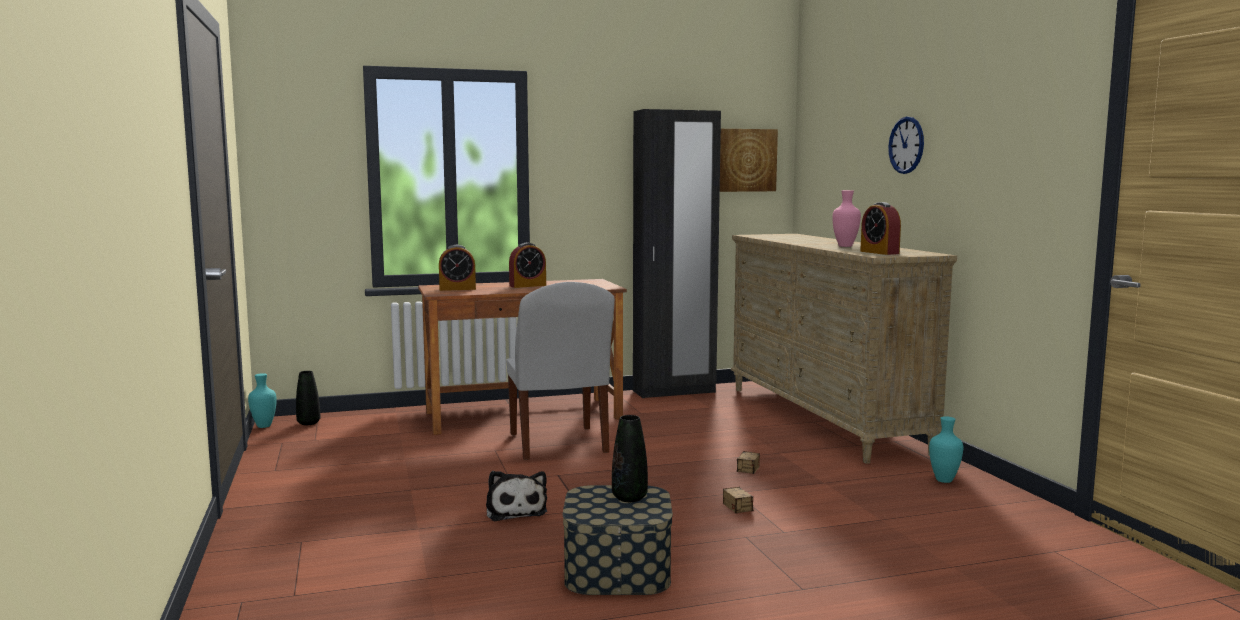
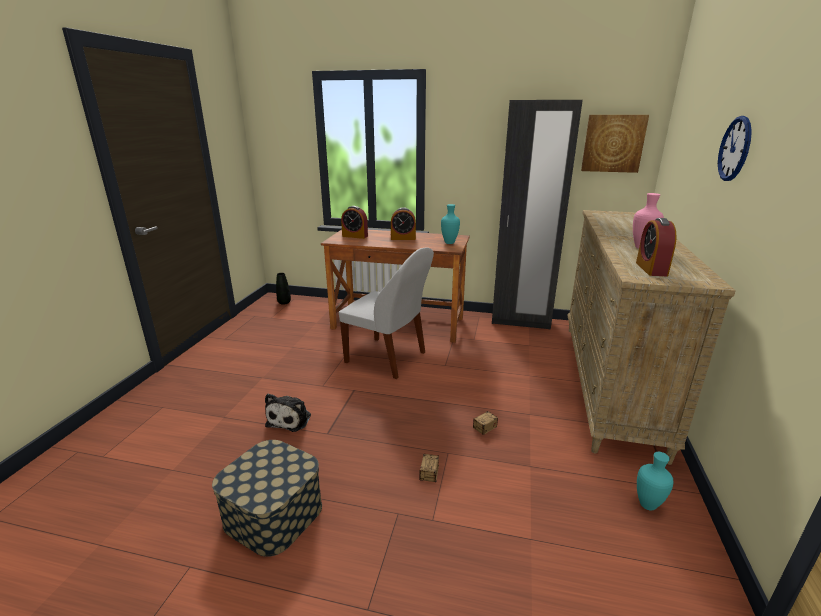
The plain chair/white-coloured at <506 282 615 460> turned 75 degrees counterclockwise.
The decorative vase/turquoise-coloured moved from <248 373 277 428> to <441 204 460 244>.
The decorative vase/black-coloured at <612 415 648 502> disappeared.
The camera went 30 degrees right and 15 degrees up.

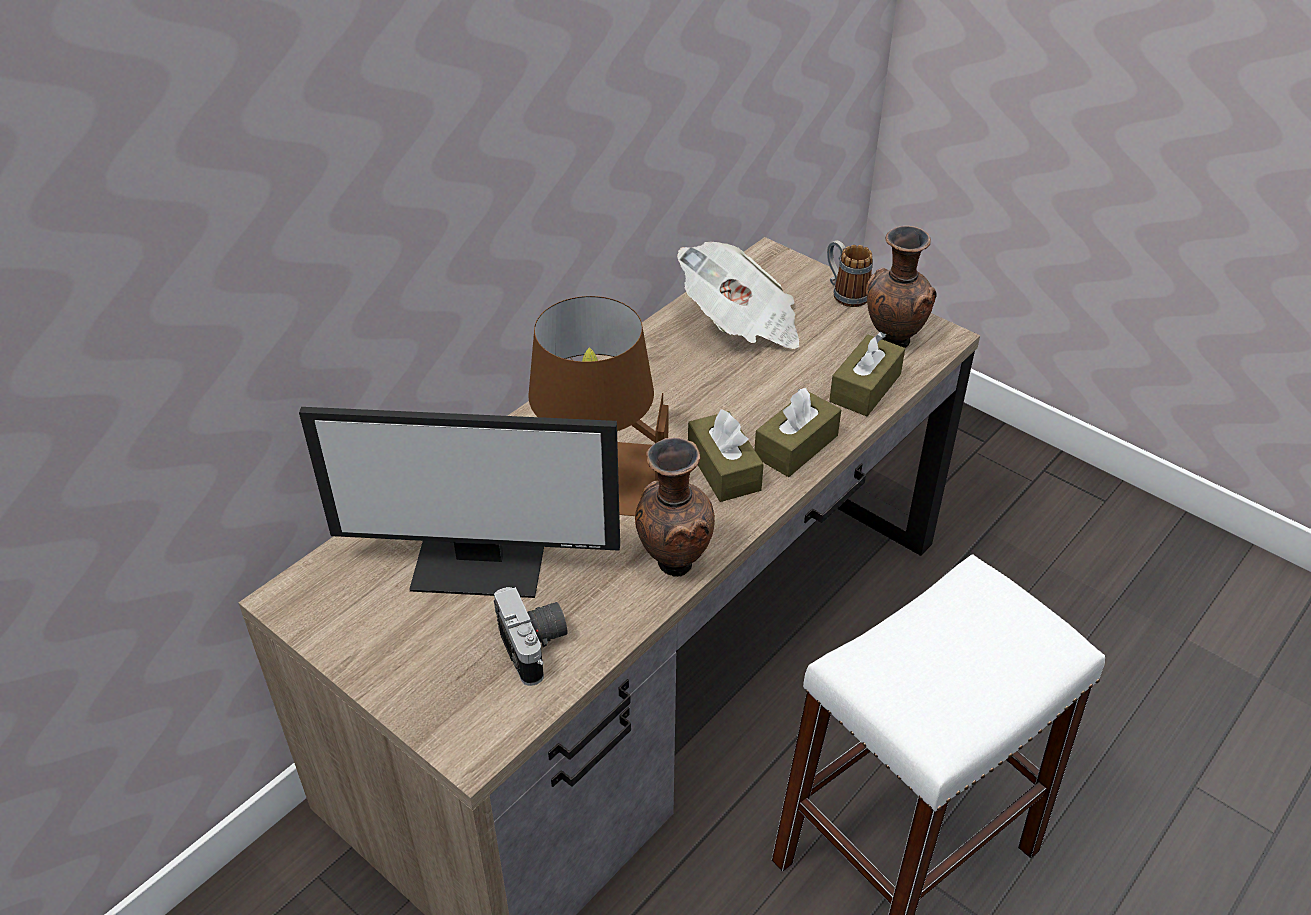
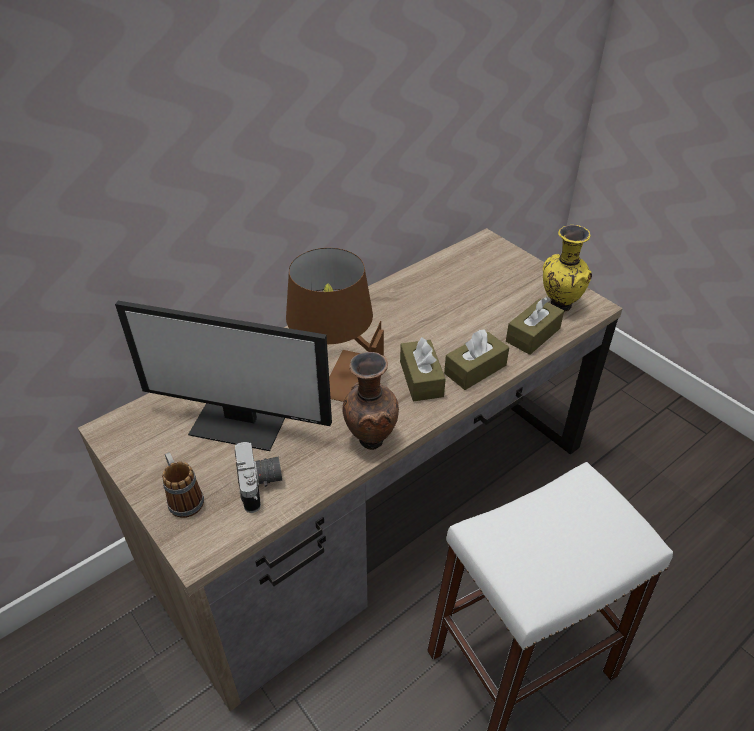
The decorative vase/brown-coloured at <866 226 936 348> became the decorative vase/yellow at <543 225 592 311>.
The tea mug moved from <827 240 873 307> to <162 452 204 518>.
The daily paper at <677 242 800 349> disappeared.
The camera went 10 degrees right and 0 degrees up.

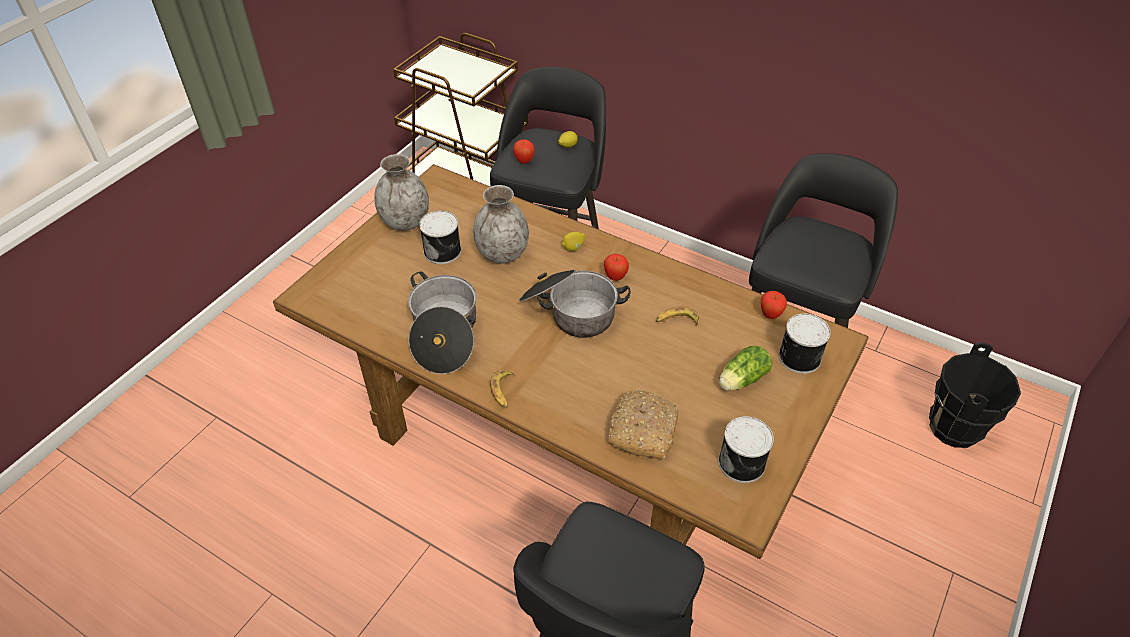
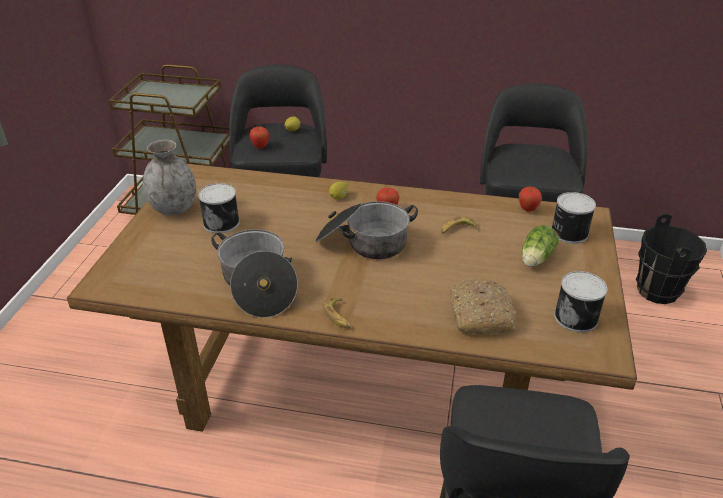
The decorative vase/grey at <473 185 529 264> disappeared.
The camera went 20 degrees left and 10 degrees down.

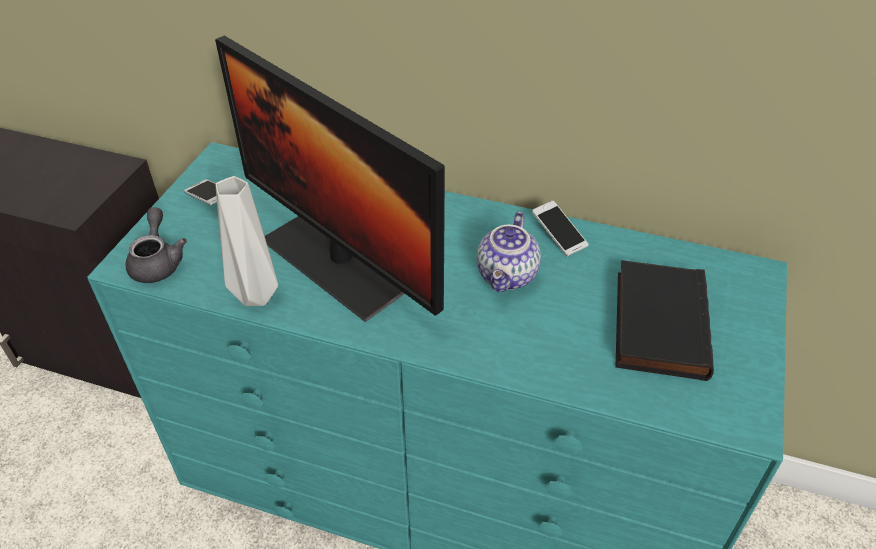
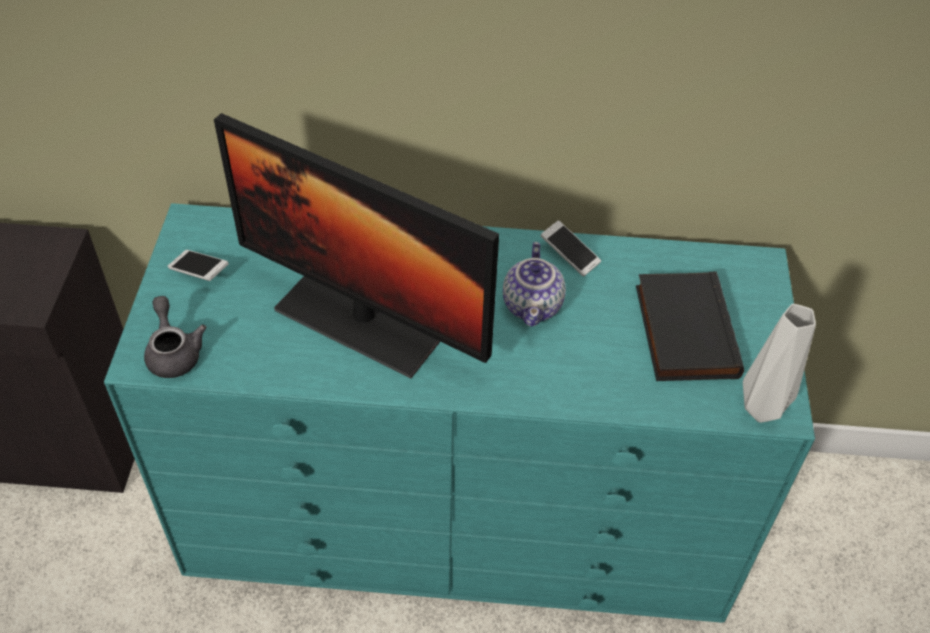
The decorative vase/grey moved from <215 176 278 306> to <743 304 816 423>.
The camera went 15 degrees left and 5 degrees up.

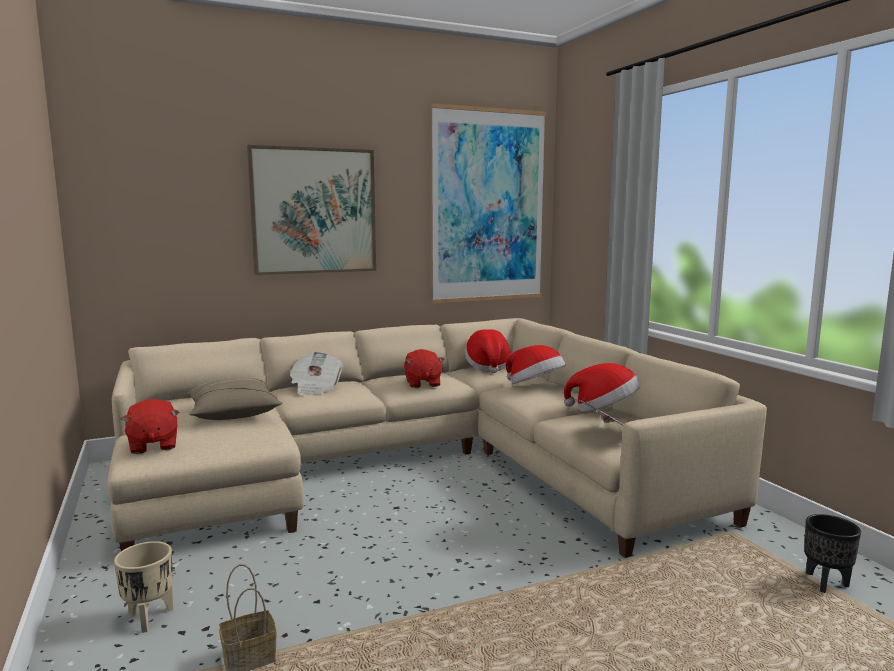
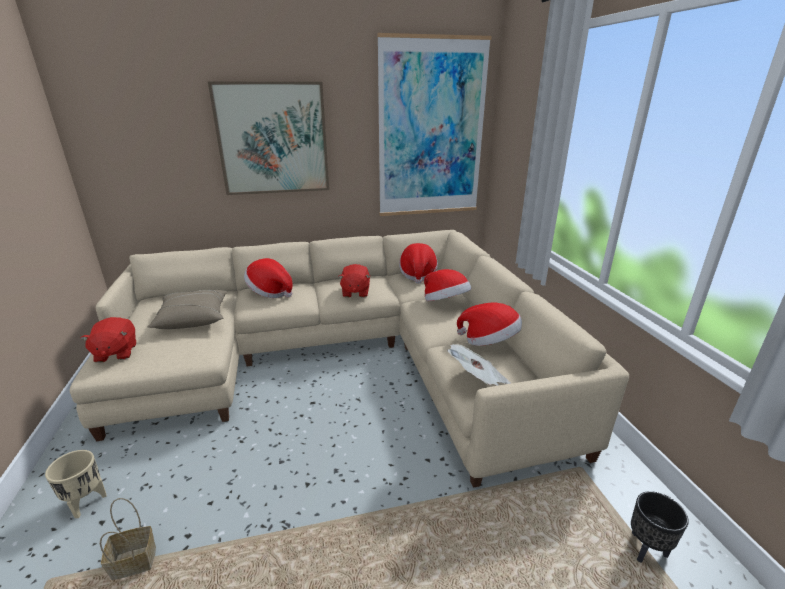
The daily paper at <289 351 344 396> was replaced by the wearable hat at <244 258 293 298>.
The camera went 10 degrees right and 15 degrees up.

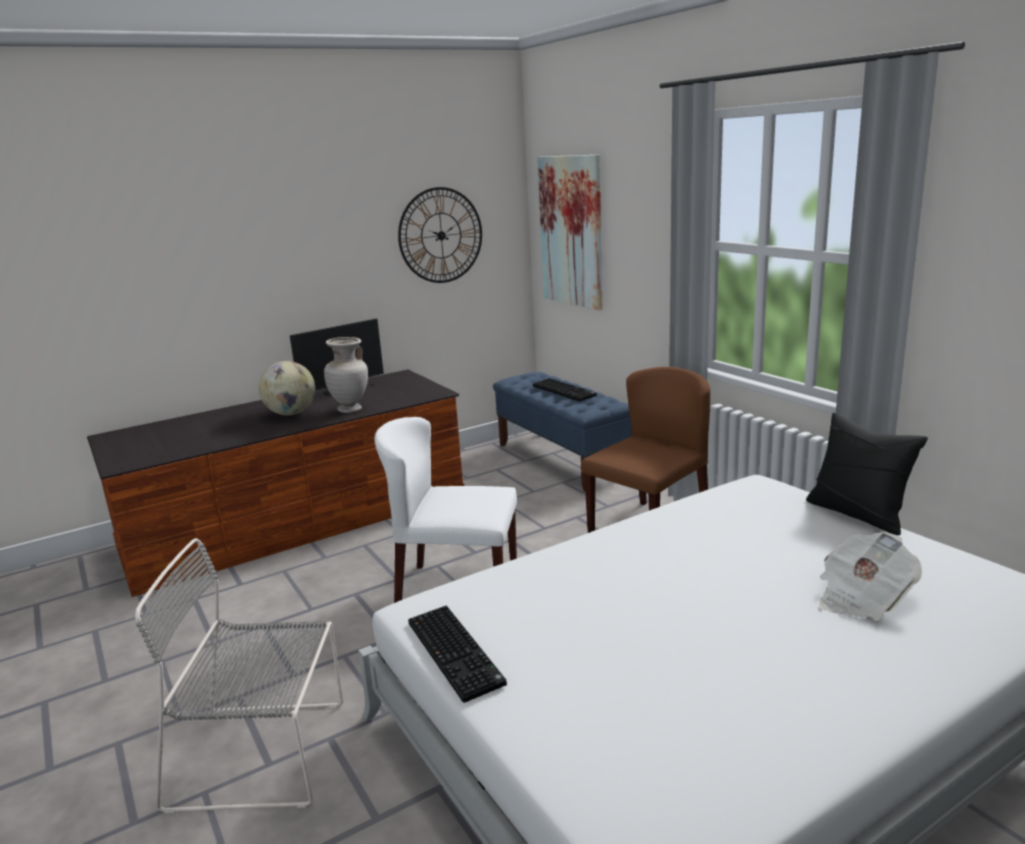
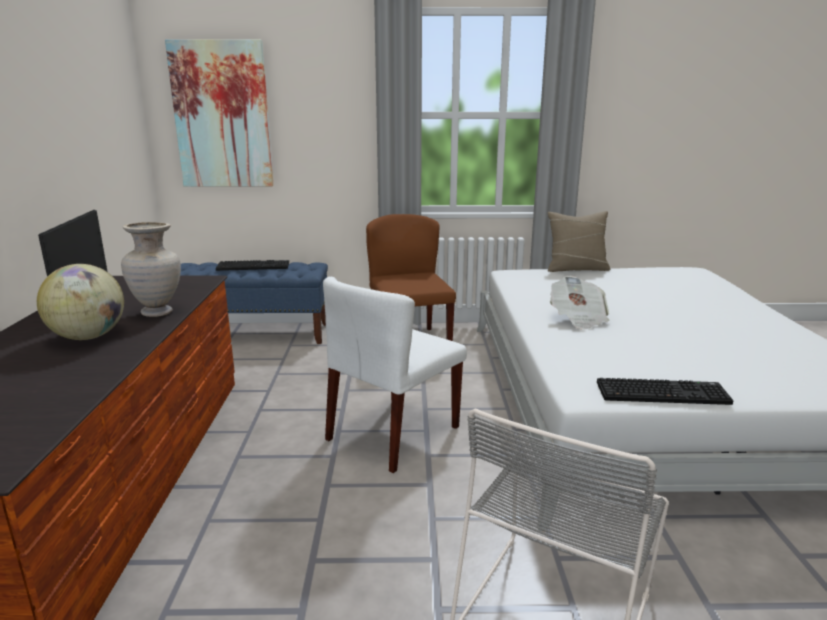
The wall clock at <398 187 482 283> disappeared.
The cushion/black-coloured at <806 413 928 535> became the cushion/sand-coloured at <548 211 610 272>.
The daily paper moved from <819 532 922 620> to <550 276 609 330>.
The camera went 60 degrees left and 0 degrees up.

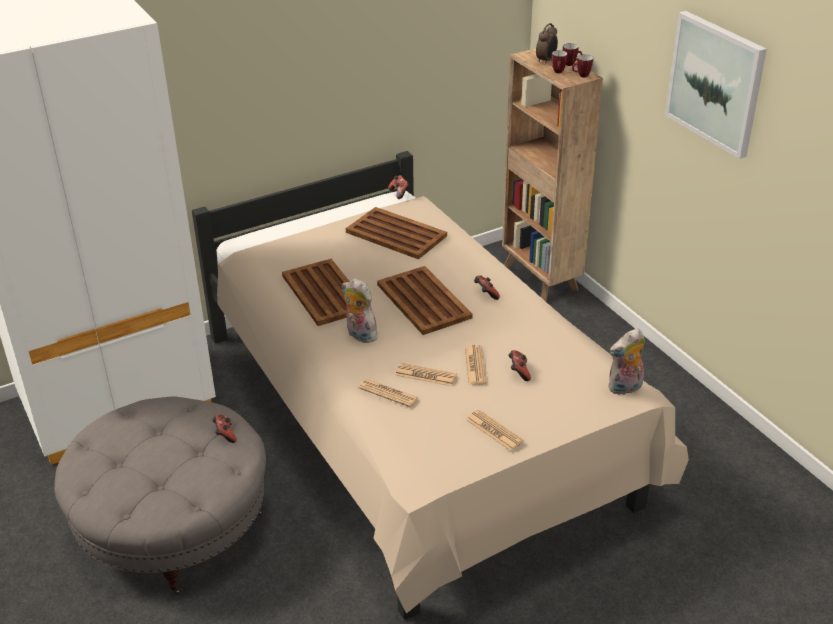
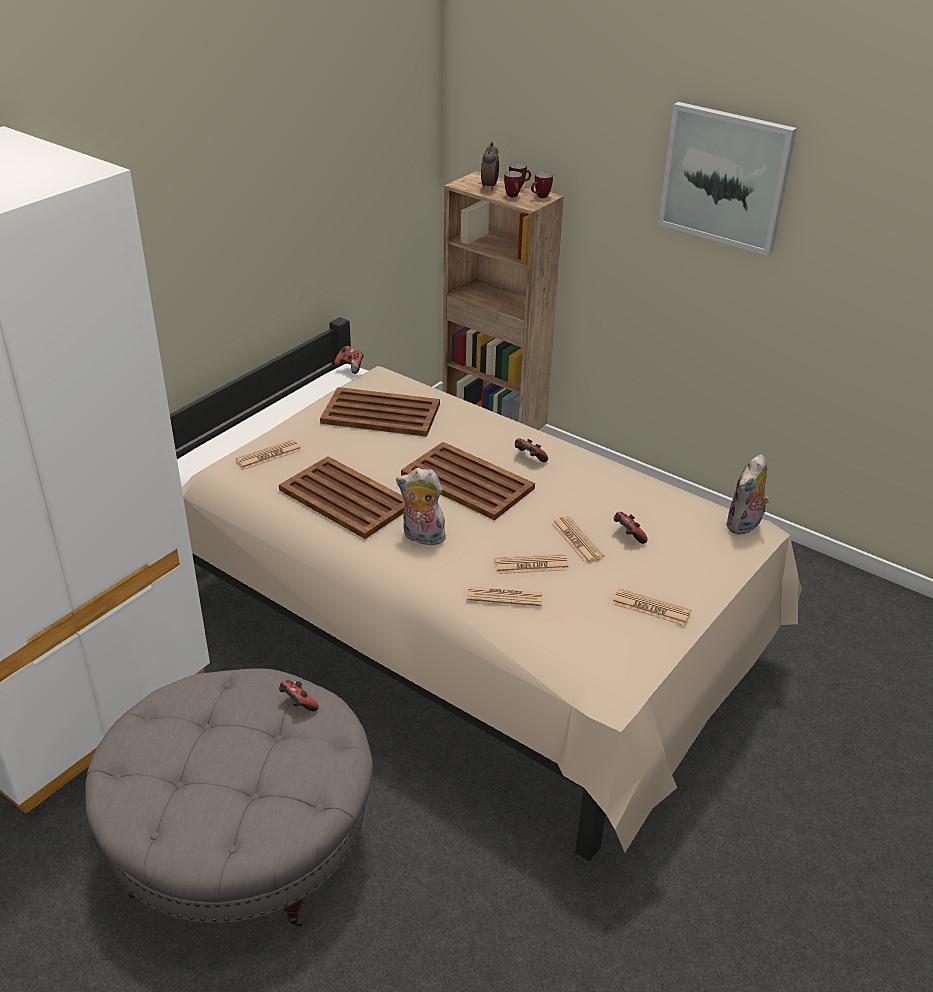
The daily paper at <236 440 302 470> appeared.
The camera went 25 degrees left and 0 degrees up.

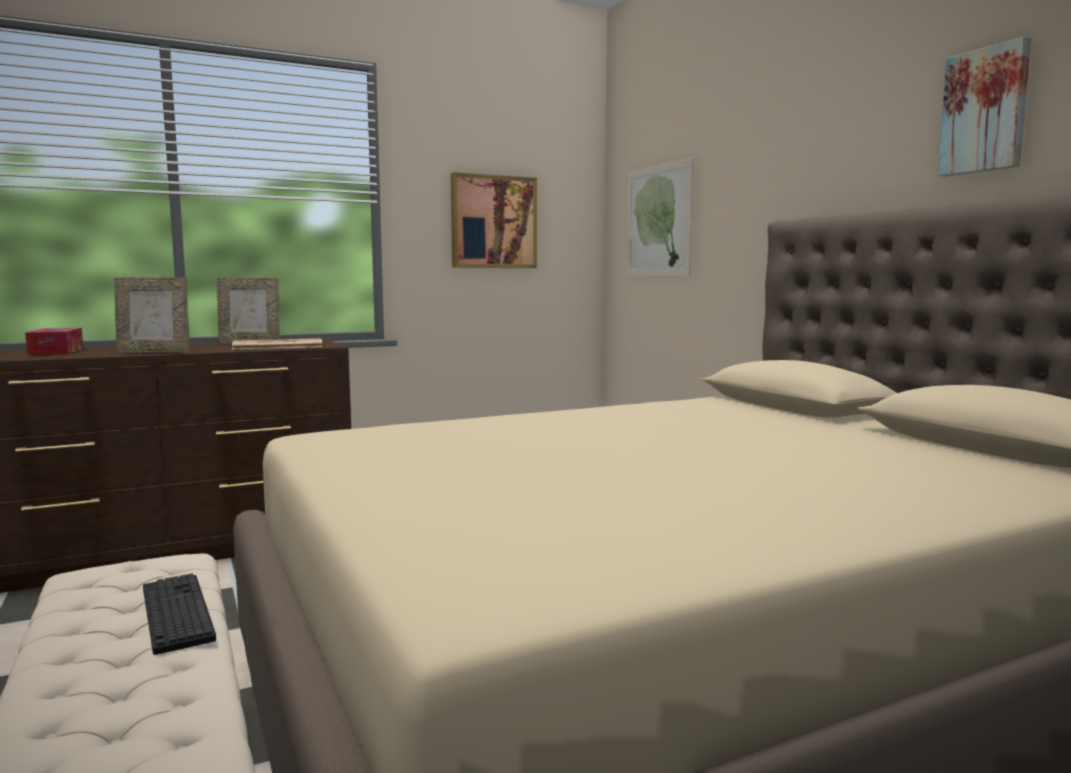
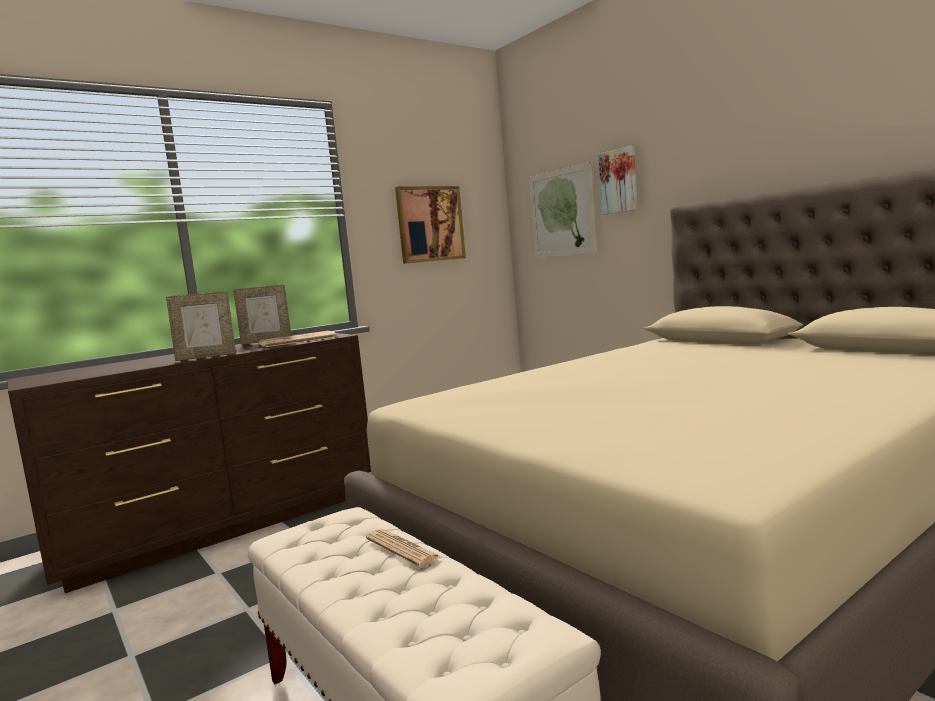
The wall art moved from <938 36 1031 176> to <598 146 638 215>.
The tissue holder at <25 328 83 356> disappeared.
The keyboard at <143 573 216 655> was replaced by the daily paper at <366 529 441 567>.
The camera went 10 degrees left and 0 degrees up.

